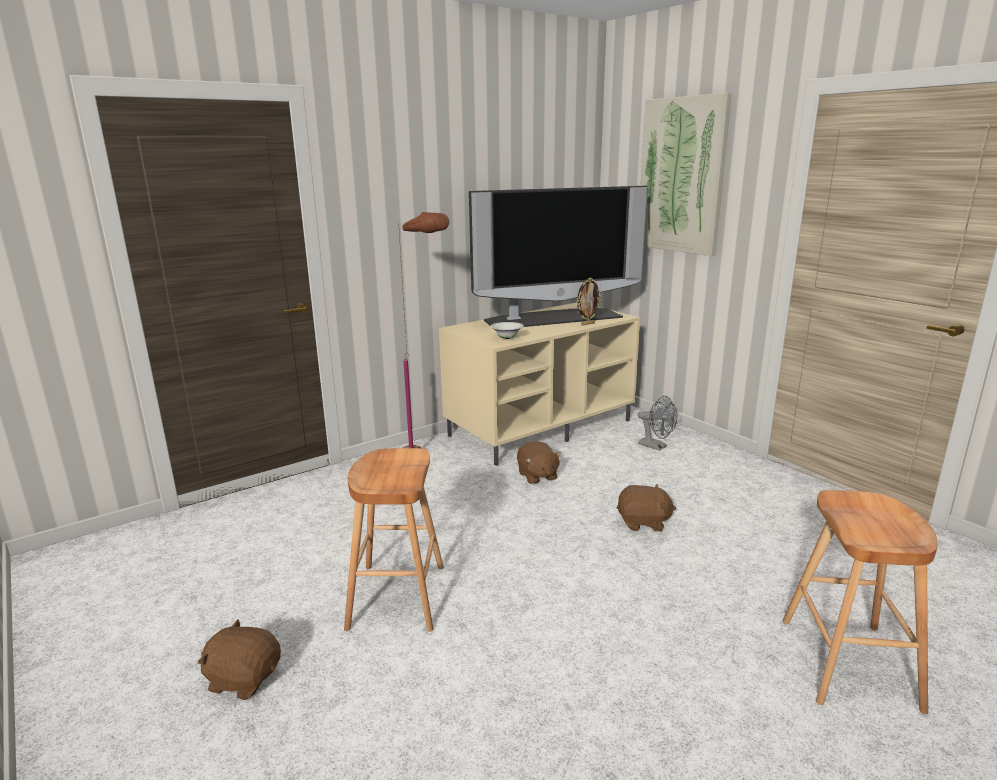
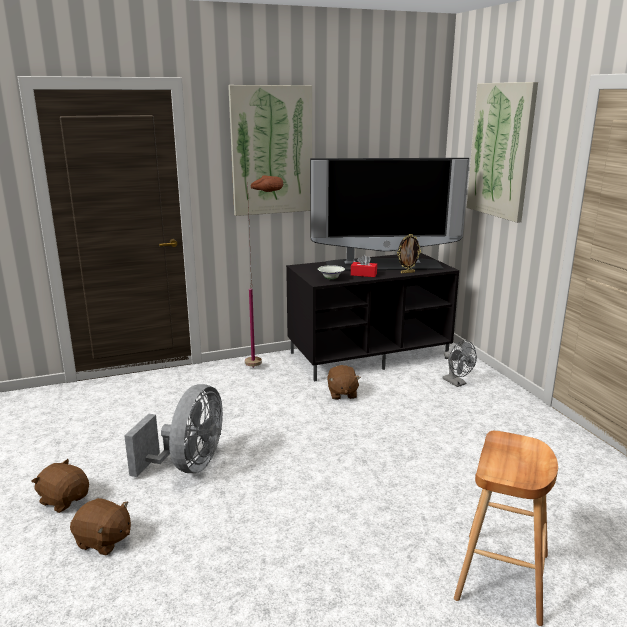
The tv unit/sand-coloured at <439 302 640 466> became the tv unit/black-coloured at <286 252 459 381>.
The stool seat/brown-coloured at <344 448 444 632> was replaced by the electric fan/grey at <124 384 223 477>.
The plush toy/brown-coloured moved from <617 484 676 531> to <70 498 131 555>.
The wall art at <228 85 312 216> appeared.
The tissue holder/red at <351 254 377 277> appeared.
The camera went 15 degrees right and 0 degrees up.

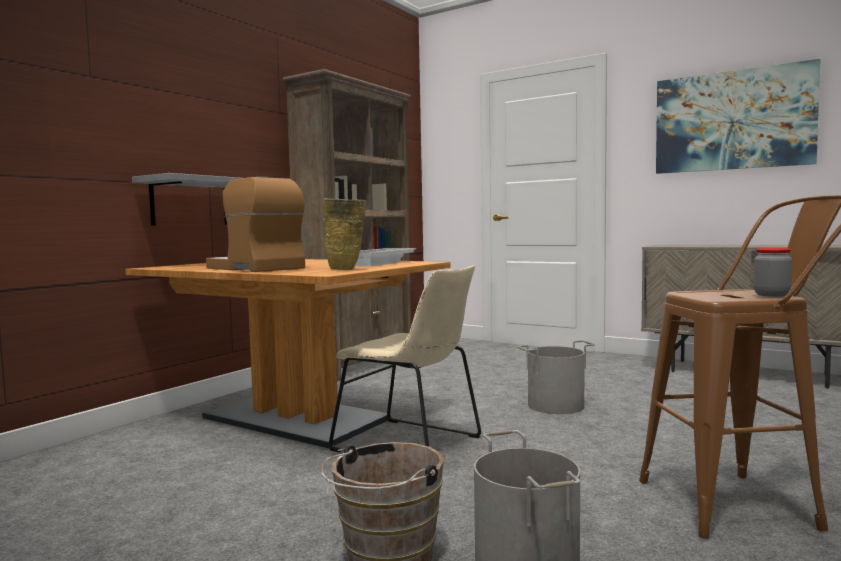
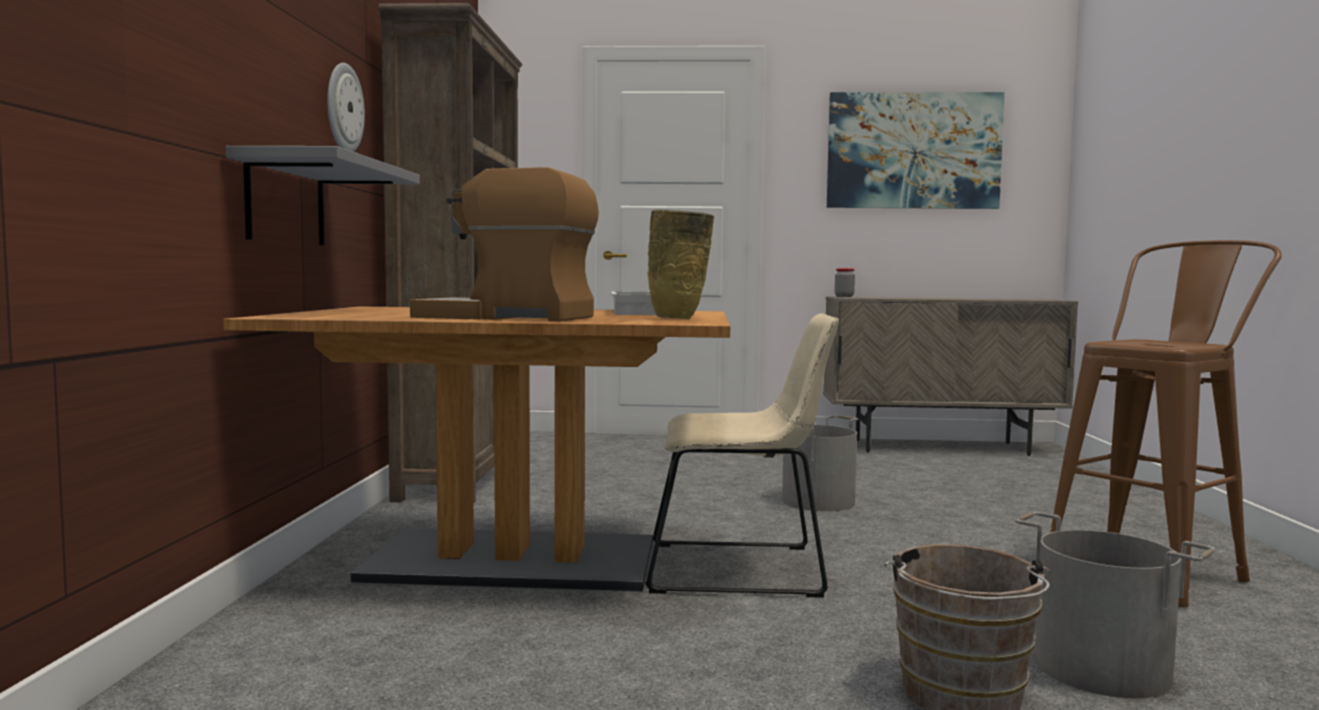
The jar moved from <754 248 792 297> to <835 268 855 297>.
The wall clock at <327 63 365 152> appeared.
The camera went 30 degrees left and 0 degrees up.

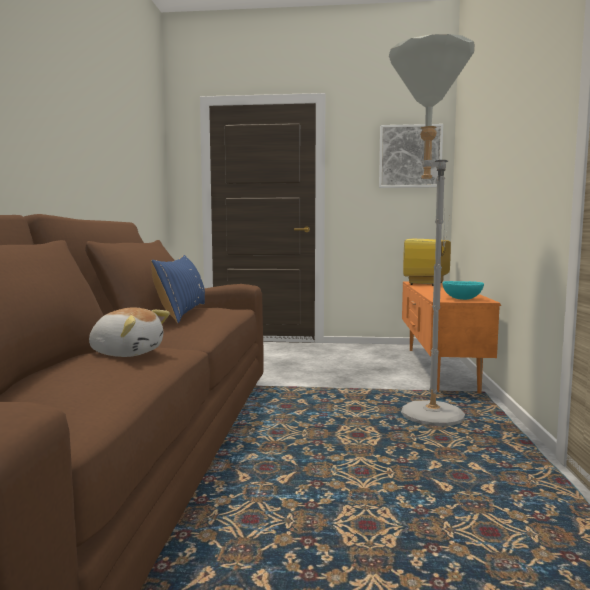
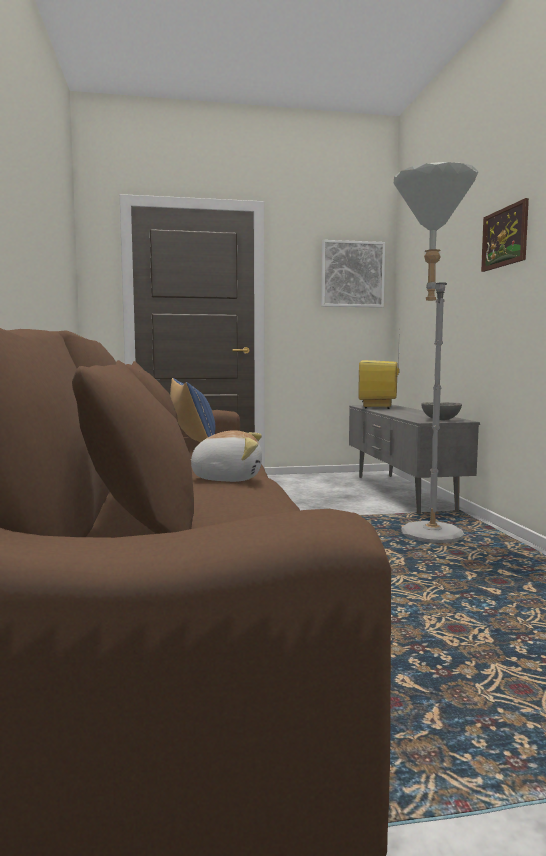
The tv unit/orangey at <402 281 501 394> became the tv unit/grey at <349 405 480 514>.
The serving bowl/turquoise-coloured at <442 281 484 300> became the serving bowl/grey at <421 402 462 420>.
The wall art at <481 198 529 272> appeared.
The camera went 15 degrees left and 0 degrees up.

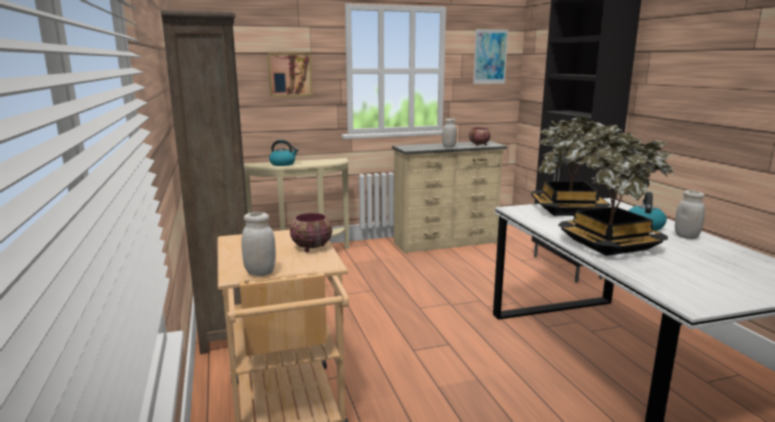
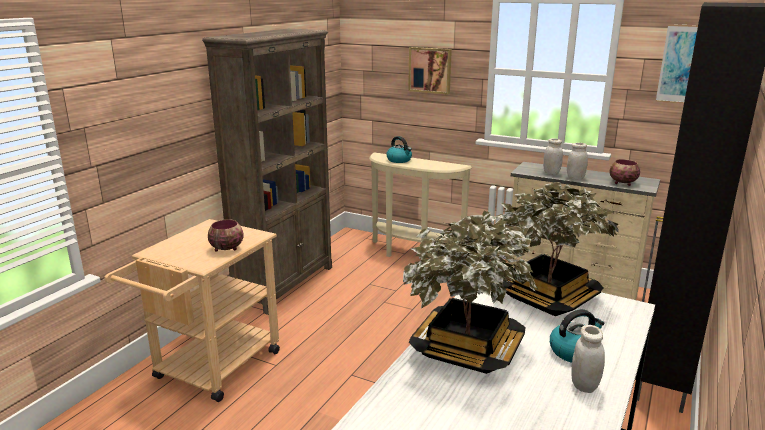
The jar/white-coloured moved from <242 212 276 276> to <543 138 563 175>.
The camera went 45 degrees right and 5 degrees up.

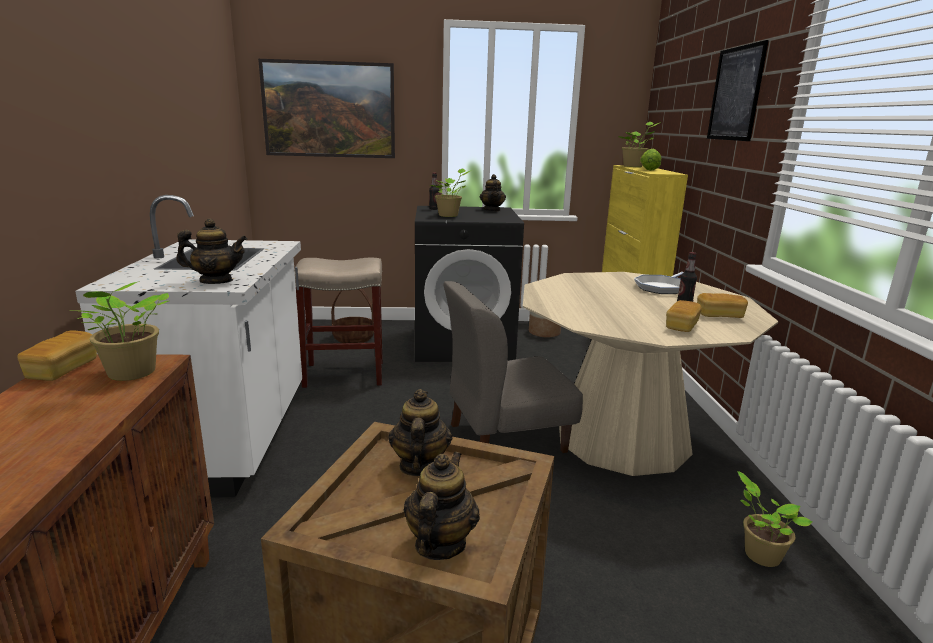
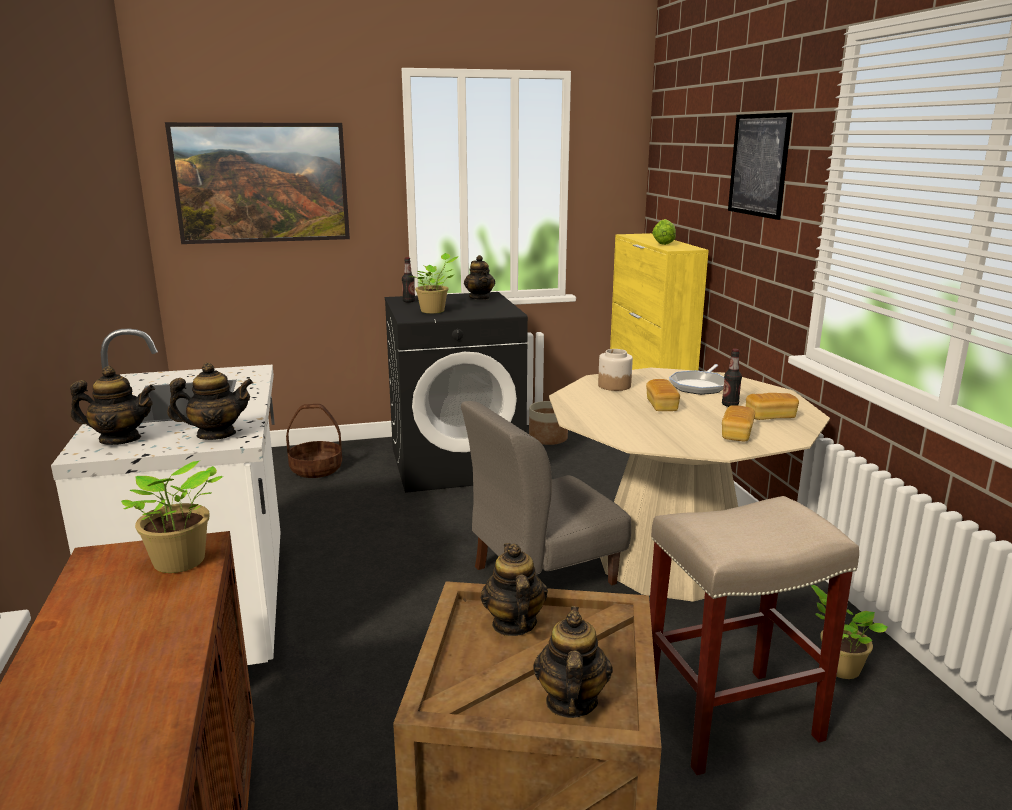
The houseplant at <618 122 661 167> disappeared.
The stool seat/sand-coloured moved from <294 258 383 388> to <650 496 859 775>.
The bread moved from <17 331 97 381> to <646 379 680 411>.
The jar at <598 349 633 391> appeared.
The tea pot at <70 366 155 445> appeared.
The camera went 10 degrees left and 0 degrees up.

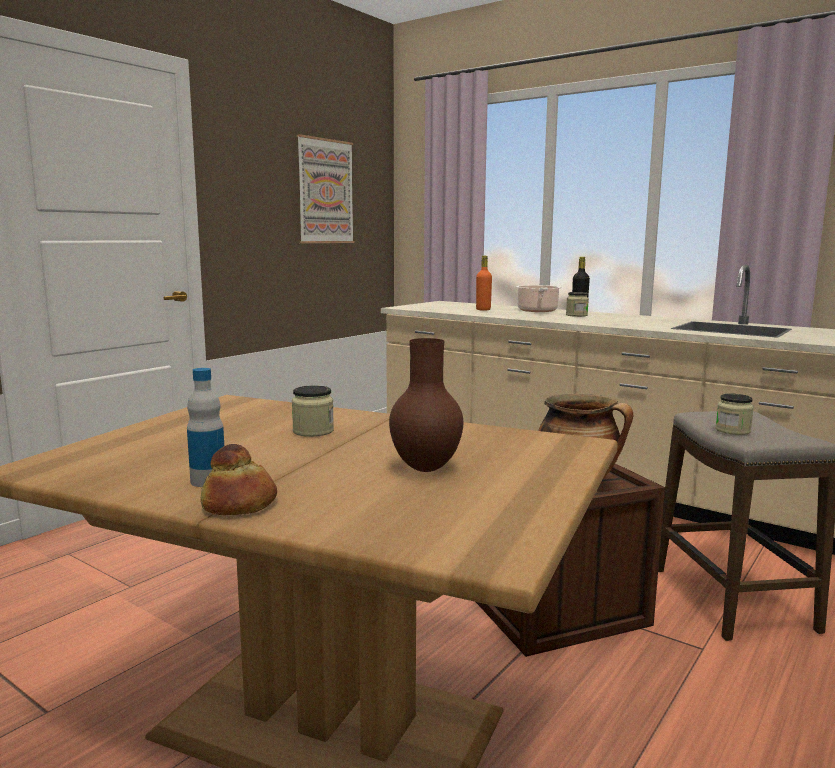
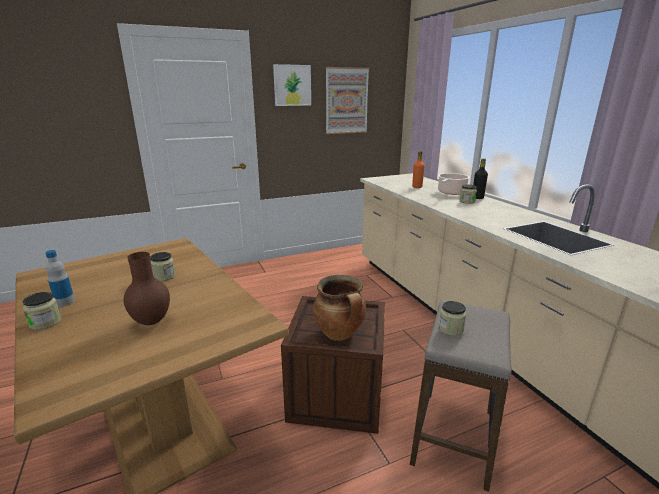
The bread at <201 444 277 515> was replaced by the jar at <22 292 61 330>.
The wall art at <273 64 311 106> appeared.
The camera went 30 degrees right and 10 degrees up.

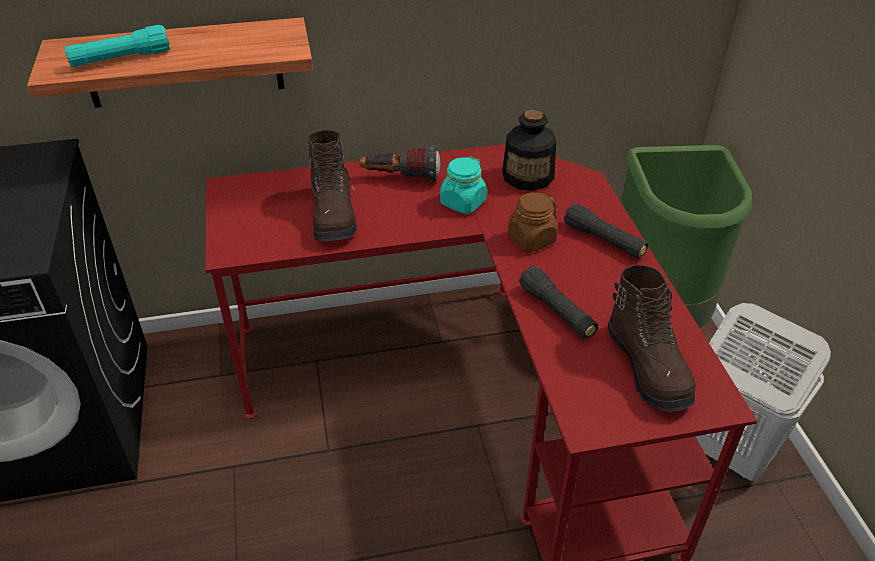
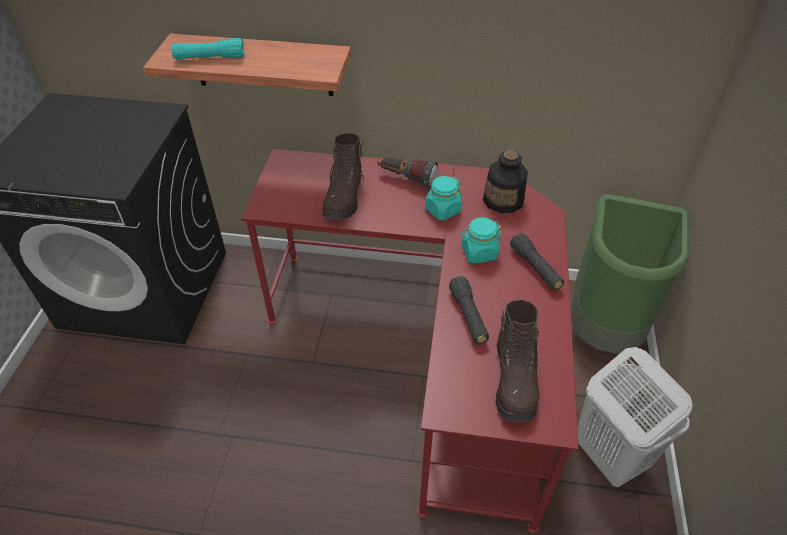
The jar/brown-coloured at <508 192 558 252> became the jar/turquoise-coloured at <461 217 502 263>.
The camera went 20 degrees right and 5 degrees up.

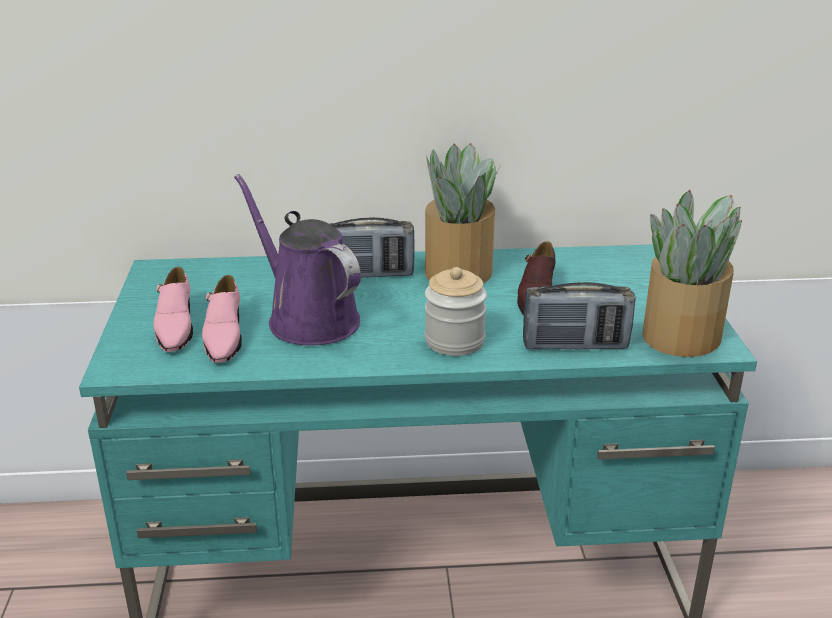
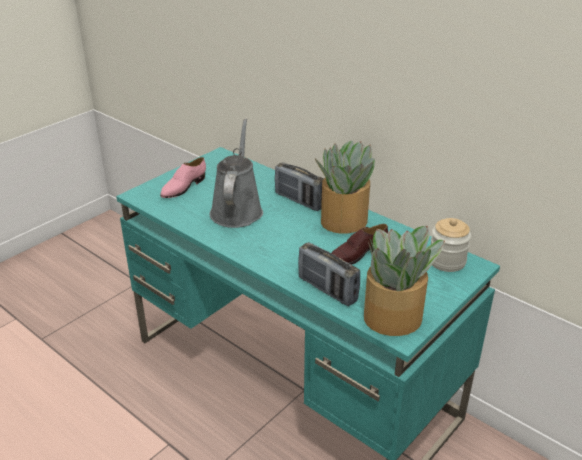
The watering pot/purplish at <234 174 361 345> became the watering pot/grey at <210 119 263 228>.
The jar moved from <425 267 487 356> to <431 218 471 272>.
The low shoe/pink at <202 275 242 363> disappeared.
The camera went 45 degrees right and 5 degrees up.

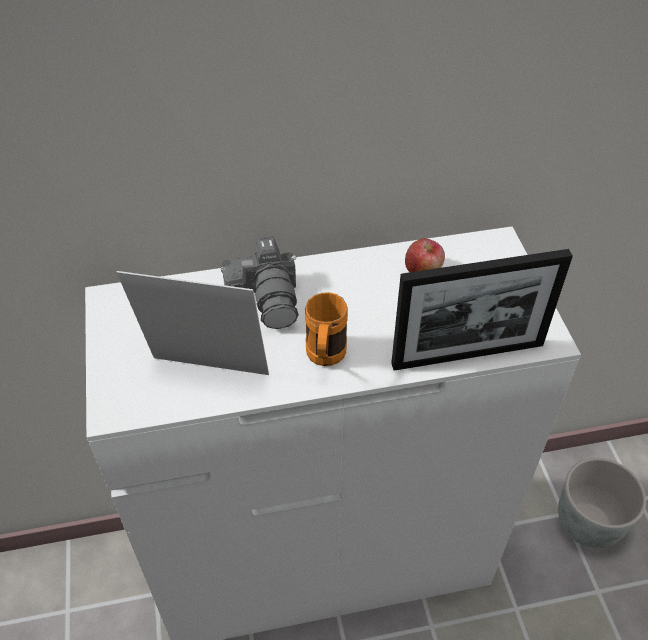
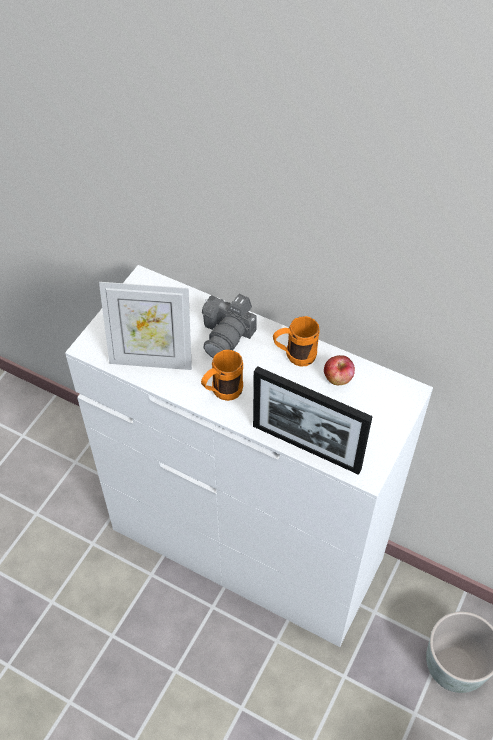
The standing frame at <116 271 269 375> turned 135 degrees clockwise.
The tea mug/orangey at <273 316 320 367> appeared.
The camera went 40 degrees right and 5 degrees up.

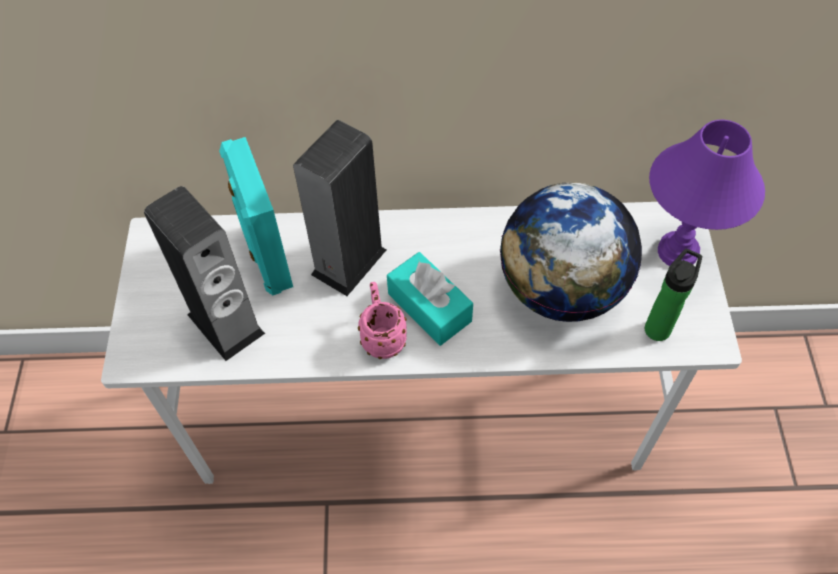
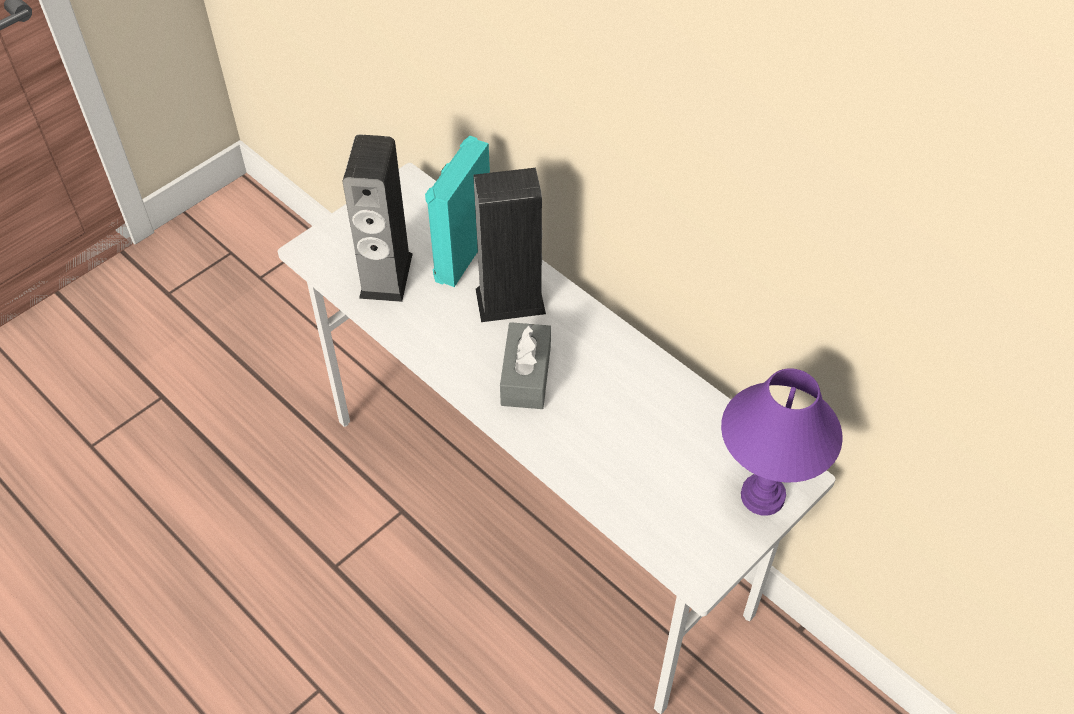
The world globe at <500 182 642 322> disappeared.
The bottle at <645 248 702 341> disappeared.
The tissue holder/turquoise-coloured at <387 252 473 346> became the tissue holder/grey at <500 322 551 409>.
The tea mug/pink at <358 282 407 359> disappeared.
The camera went 45 degrees right and 5 degrees down.

